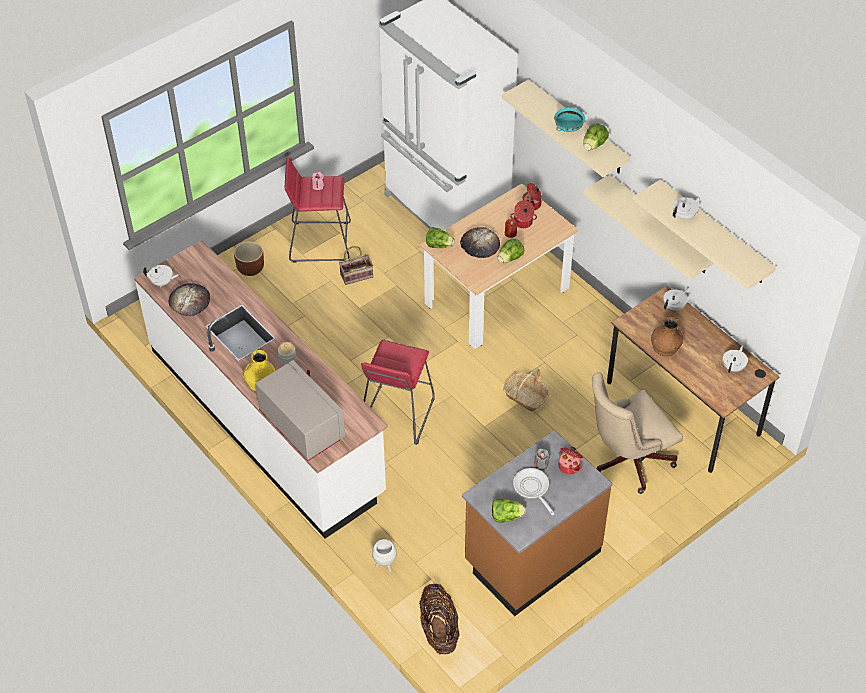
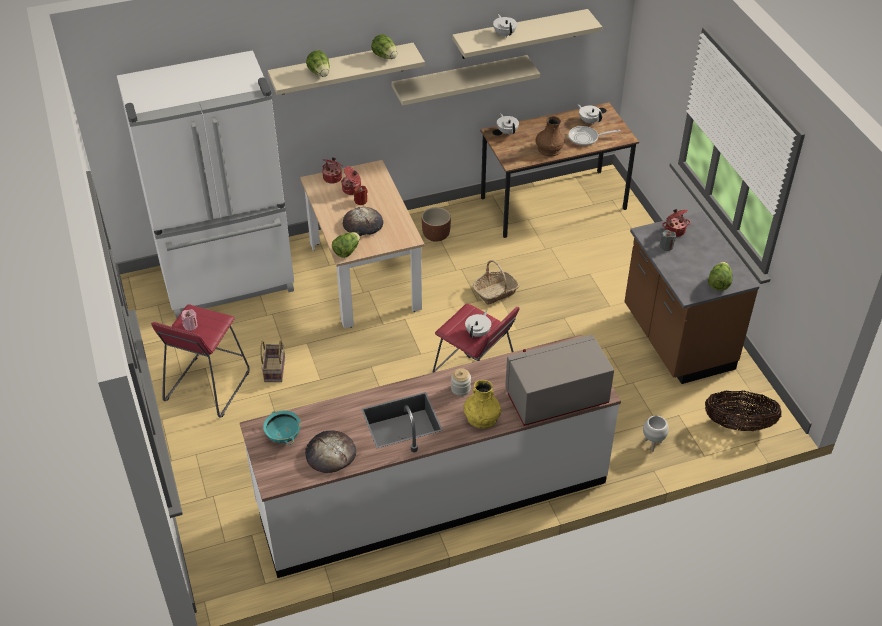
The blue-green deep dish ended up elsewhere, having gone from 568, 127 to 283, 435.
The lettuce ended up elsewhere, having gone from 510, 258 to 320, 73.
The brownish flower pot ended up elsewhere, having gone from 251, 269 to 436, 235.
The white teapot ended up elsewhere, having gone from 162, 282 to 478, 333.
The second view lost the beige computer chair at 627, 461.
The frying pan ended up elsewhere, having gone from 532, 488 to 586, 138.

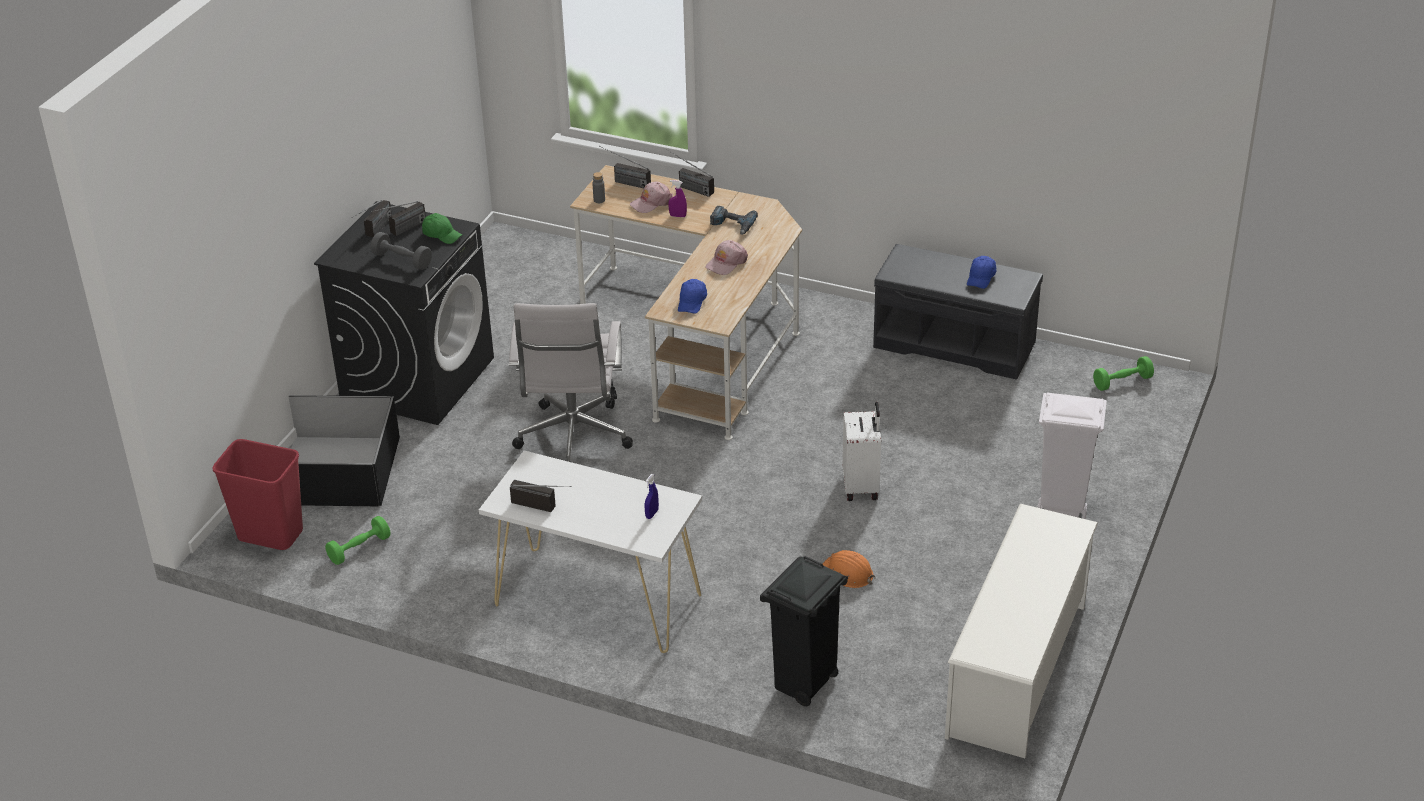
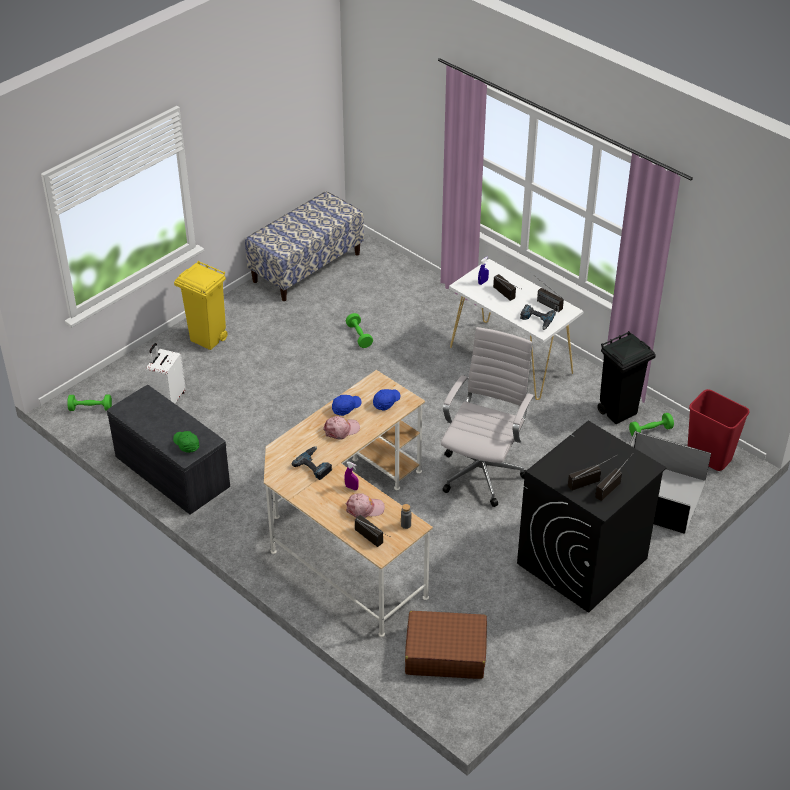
The radio ended up elsewhere, having gone from 687, 187 to 509, 296.
The green cap ended up elsewhere, having gone from 442, 235 to 186, 444.
The second view lost the gray free weight at 402, 260.
The blue cap ended up elsewhere, having gone from 981, 278 to 346, 407.
What was the white rubbish bin at 1061, 507 turned into the yellow-coloured rubbish bin at 208, 339.
The white travel case ended up elsewhere, having gone from 862, 486 to 168, 399.
Where the white shoe shelf stood at 1017, 670, the indoor bench came to stand at 306, 267.
Where the orange-coloured hard hat stood at 847, 573, the green free weight came to stand at 359, 336.
The black-coloured rubbish bin ended up elsewhere, having gone from 804, 685 to 618, 412.
The second view gained the electric drill at 536, 320.
The second view gained the brownish travel case at 445, 653.

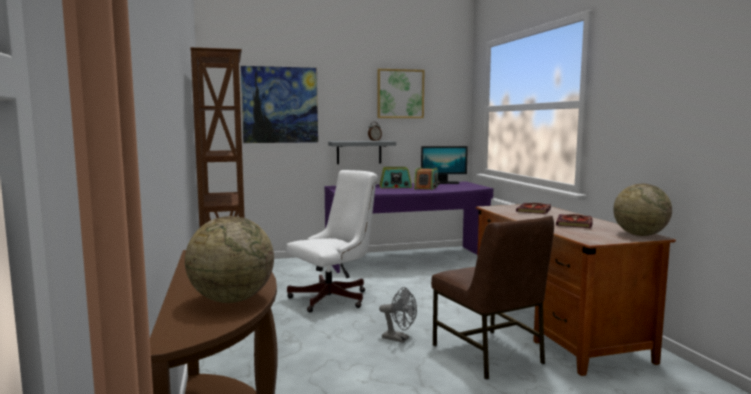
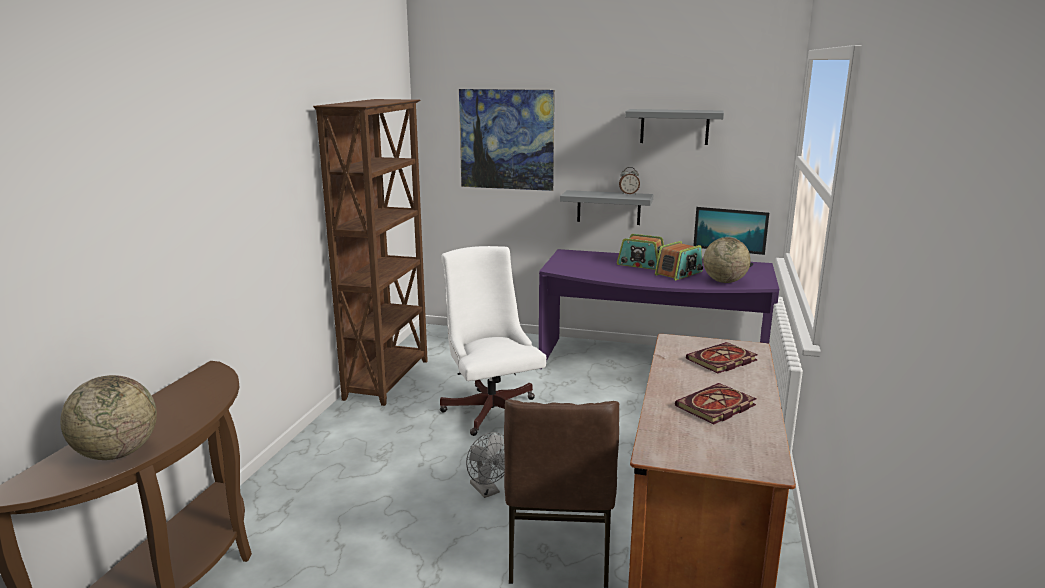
Where the wall picture hung at 400, 94, the gray wall shelf came to hang at 674, 126.
The white computer chair at 334, 298 ended up facing another way, 105 degrees counterclockwise from before.
The world globe ended up elsewhere, having gone from 640, 235 to 724, 281.

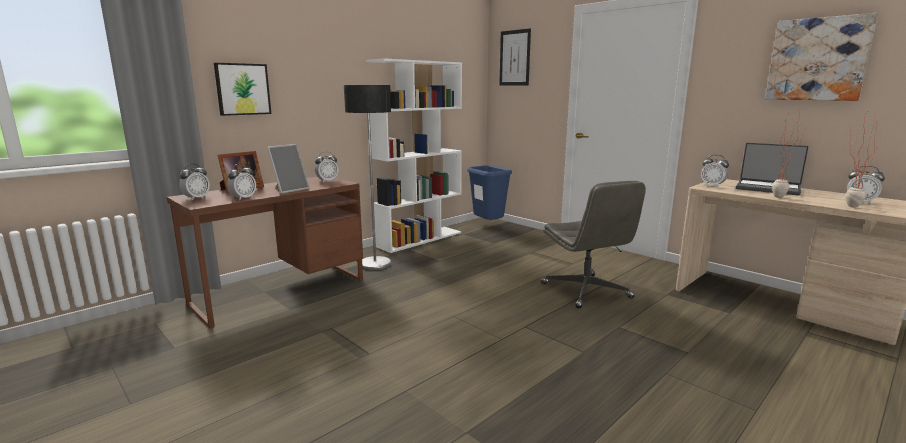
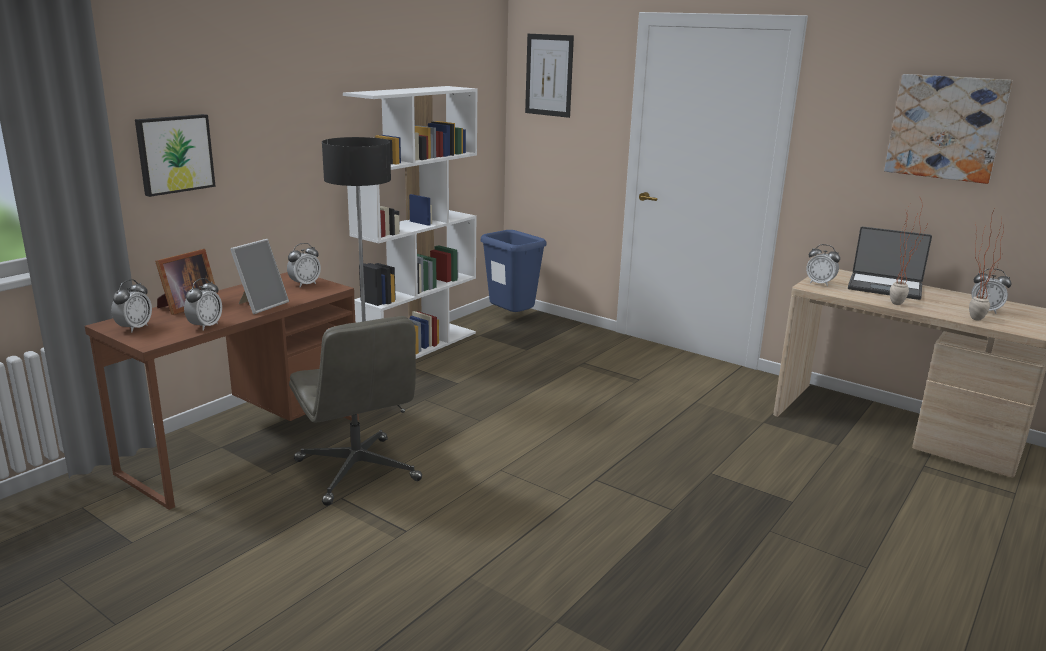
The gray computer chair ended up elsewhere, having gone from 586, 291 to 358, 471.

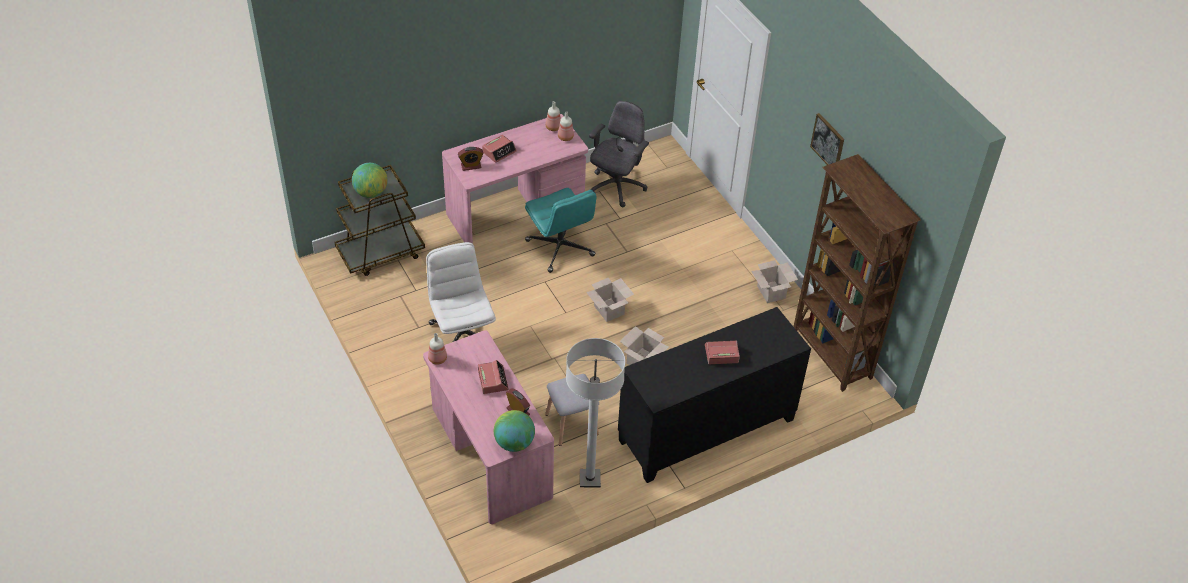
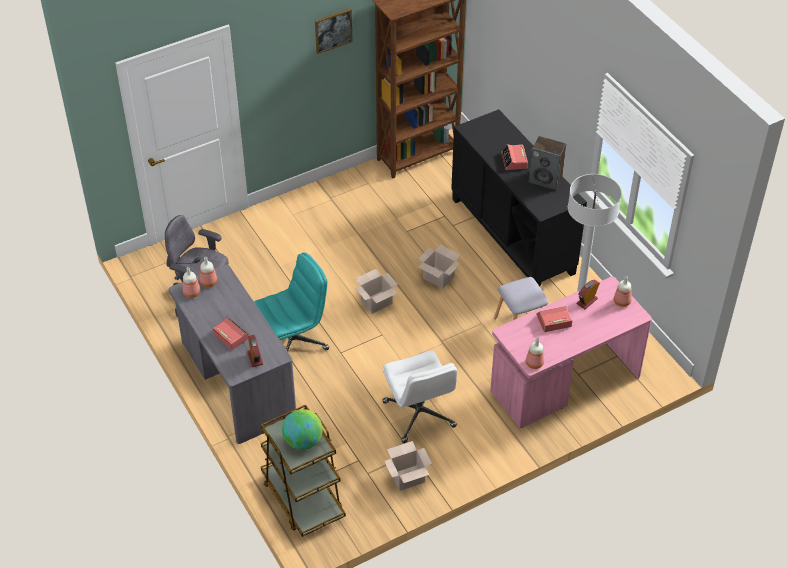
What was the pinkish desk table at 516, 211 turned into the gray desk table at 236, 382.
The white computer chair at 462, 335 ended up facing another way, 90 degrees counterclockwise from before.
The cardboard box ended up elsewhere, having gone from 772, 292 to 408, 477.
Where the world globe stood at 514, 443, the drink bottle came to stand at 622, 302.
The second view gained the audio speaker at 545, 179.

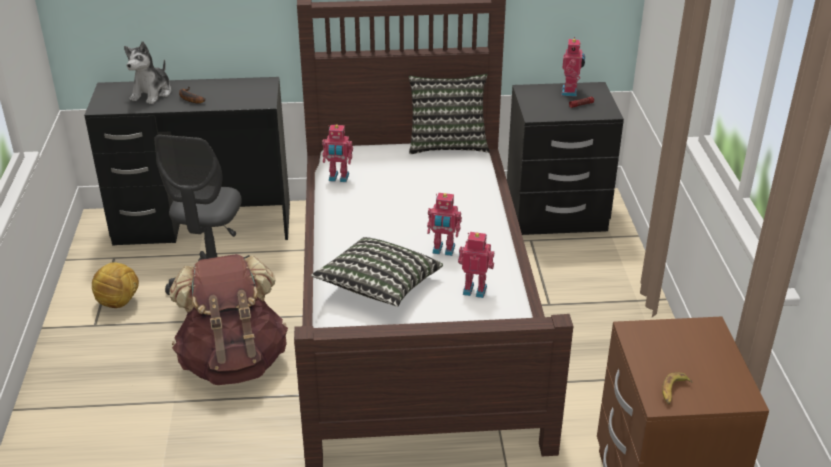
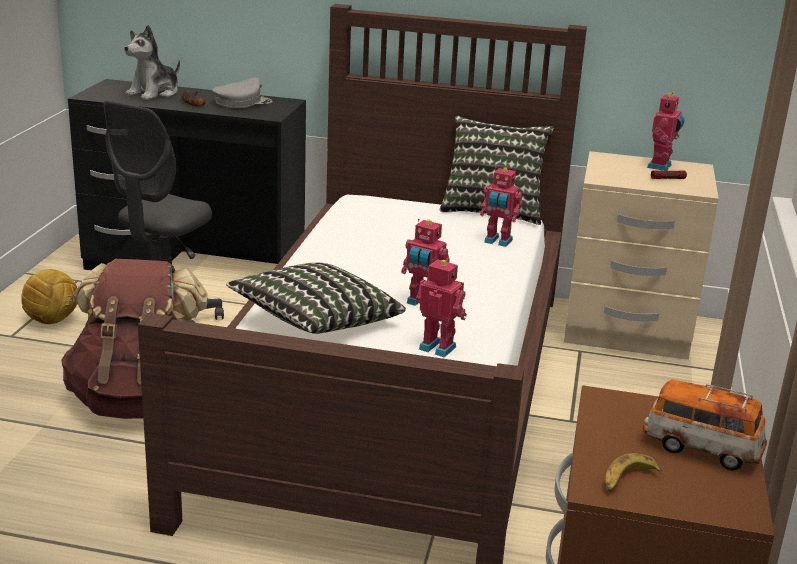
What was the black-coloured night table at 556, 214 turned into the beige night table at 626, 331.
The robot figure ended up elsewhere, having gone from 338, 178 to 497, 241.
The second view gained the gray cap at 242, 102.
The second view gained the model car at 701, 448.

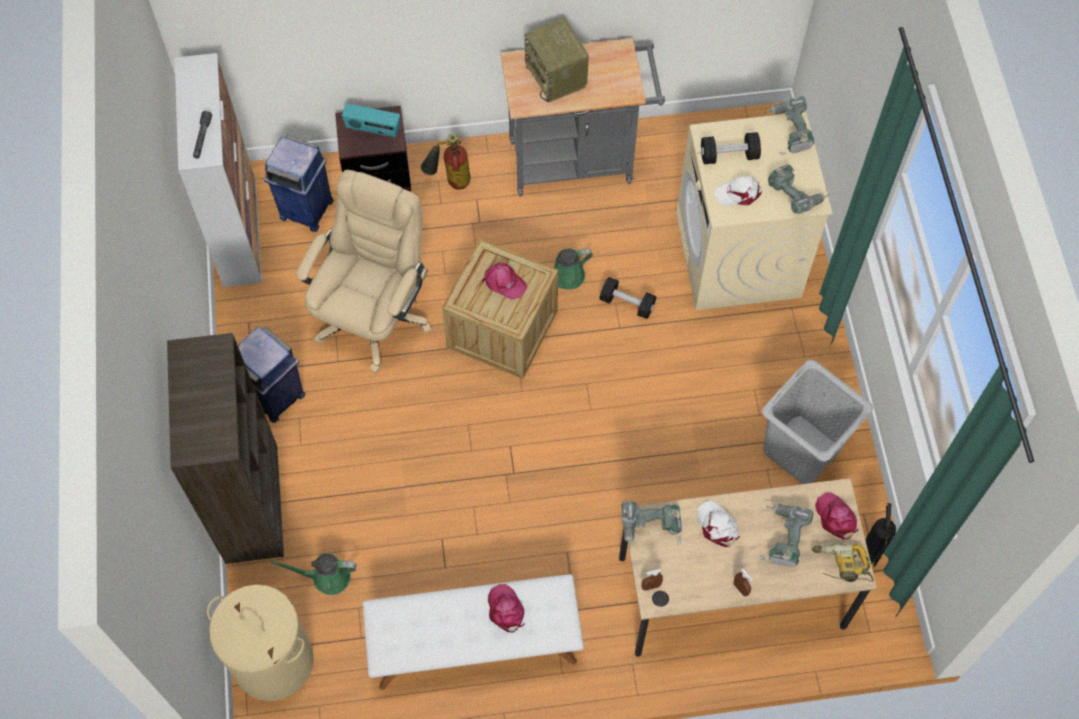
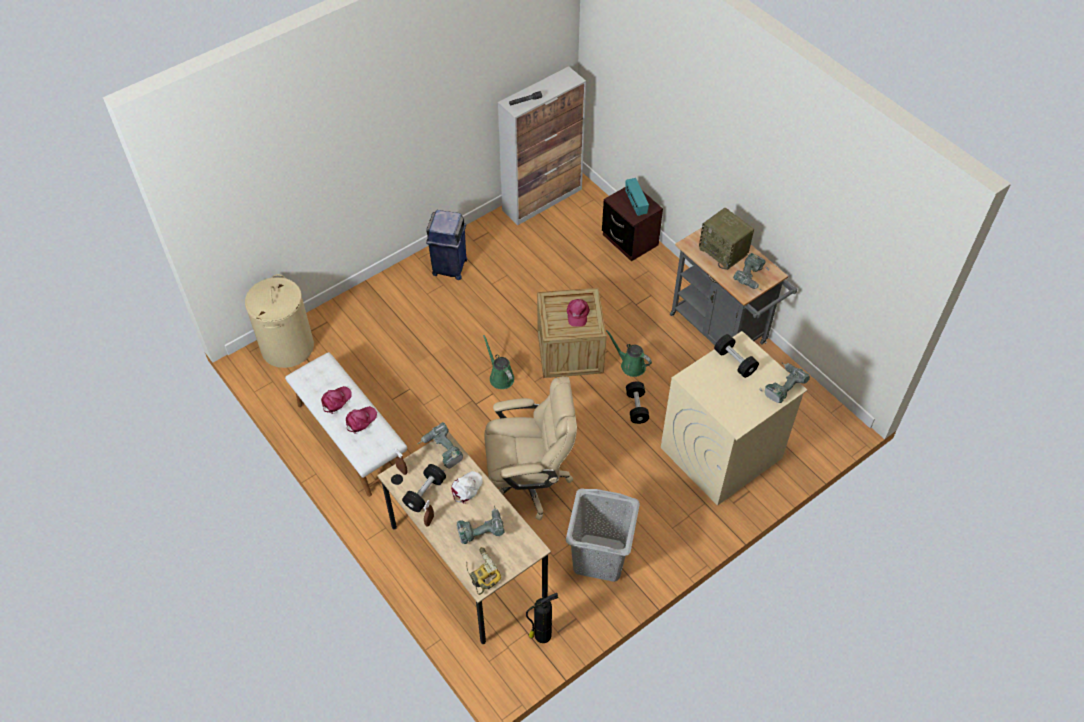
The radio at 557, 76 ended up facing another way, 75 degrees counterclockwise from before.
The second view lost the extinguisher at 449, 182.
The second view lost the blue rubbish bin at 306, 209.
The electric drill ended up elsewhere, having gone from 795, 195 to 751, 278.
The beige computer chair ended up elsewhere, having gone from 374, 316 to 528, 480.
The second view lost the white cap at 739, 193.
The second view lost the brownish bookshelf at 255, 513.
The pinkish cap ended up elsewhere, having gone from 836, 517 to 336, 400.
The green watering pot ended up elsewhere, having gone from 327, 577 to 500, 376.
The second view gained the black-coloured free weight at 425, 493.

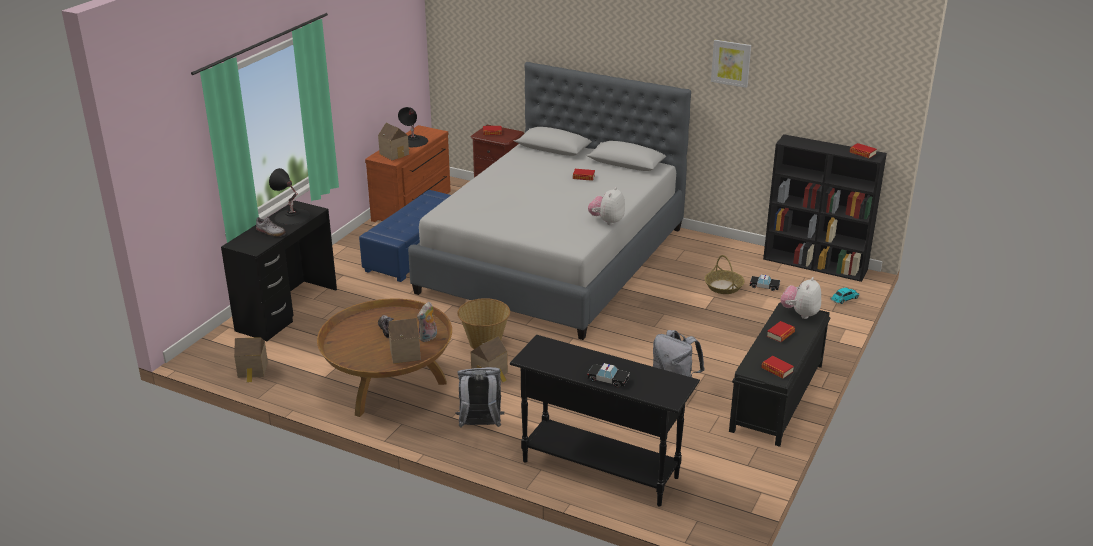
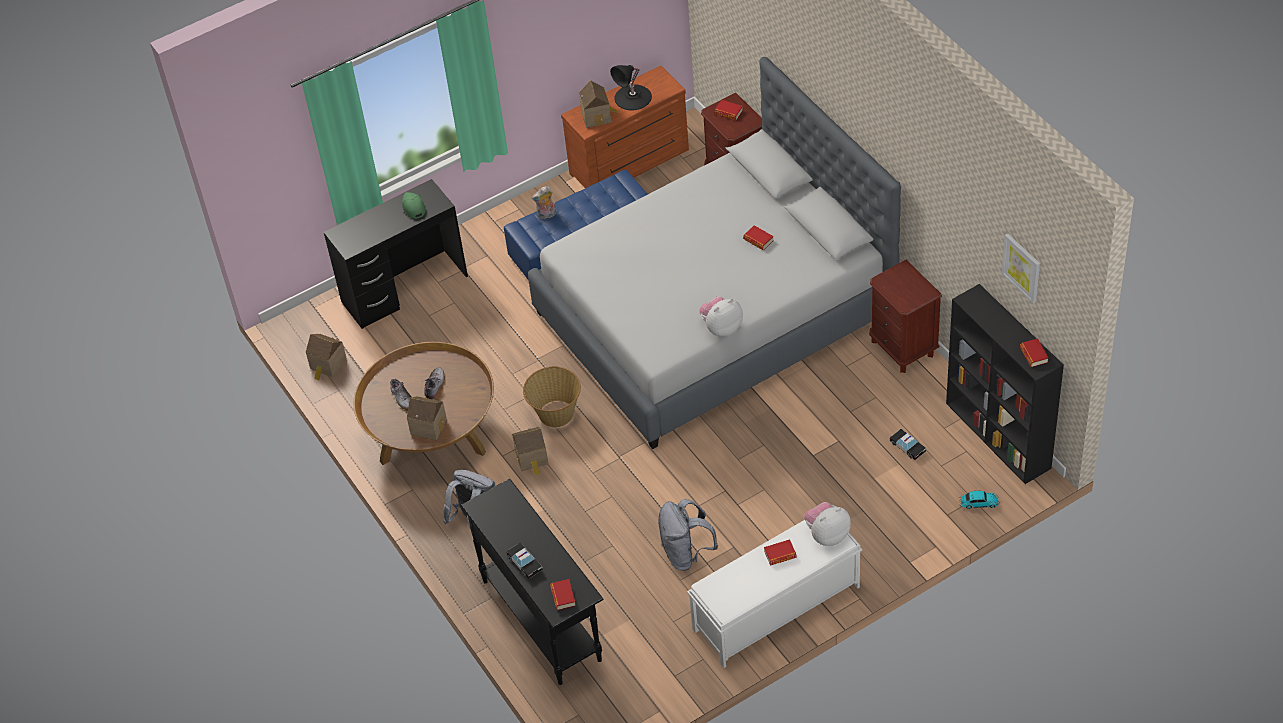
The wall picture ended up elsewhere, having gone from 731, 63 to 1022, 267.
Where the black-coloured tabletop lamp stood at 292, 216, the green cap came to stand at 413, 207.
The low shoe ended up elsewhere, having gone from 271, 232 to 402, 398.
The second view lost the basket at 724, 287.
The plush toy ended up elsewhere, having gone from 428, 338 to 546, 215.
What was the black-coloured indoor bench at 777, 398 turned into the white indoor bench at 775, 609.
The bound book ended up elsewhere, having gone from 777, 370 to 563, 596.
The second view gained the brownish night table at 902, 348.

